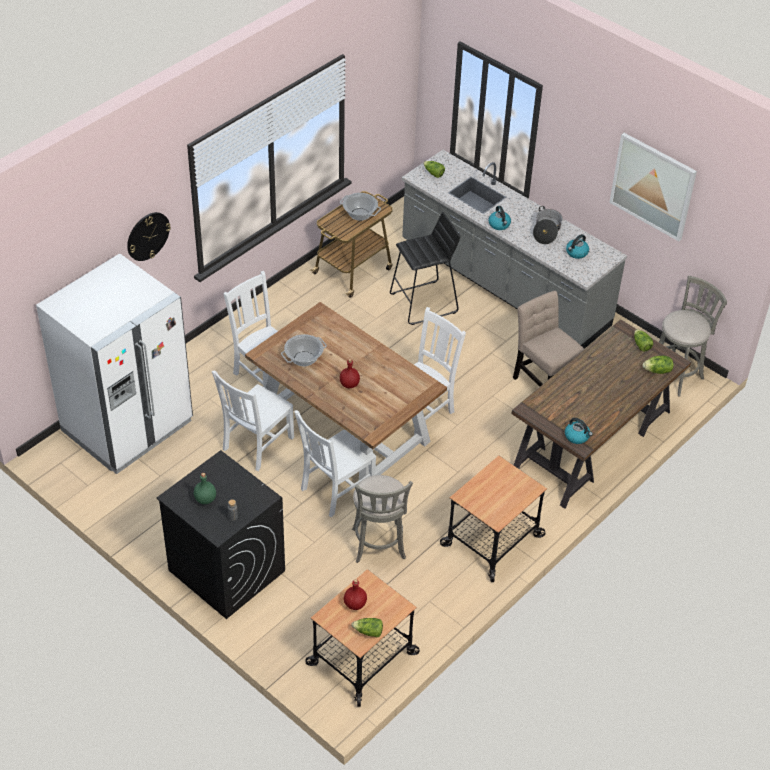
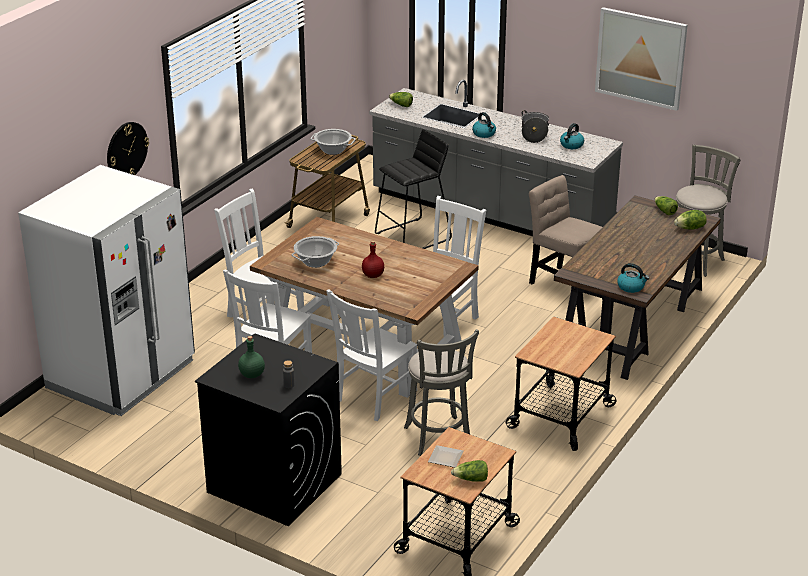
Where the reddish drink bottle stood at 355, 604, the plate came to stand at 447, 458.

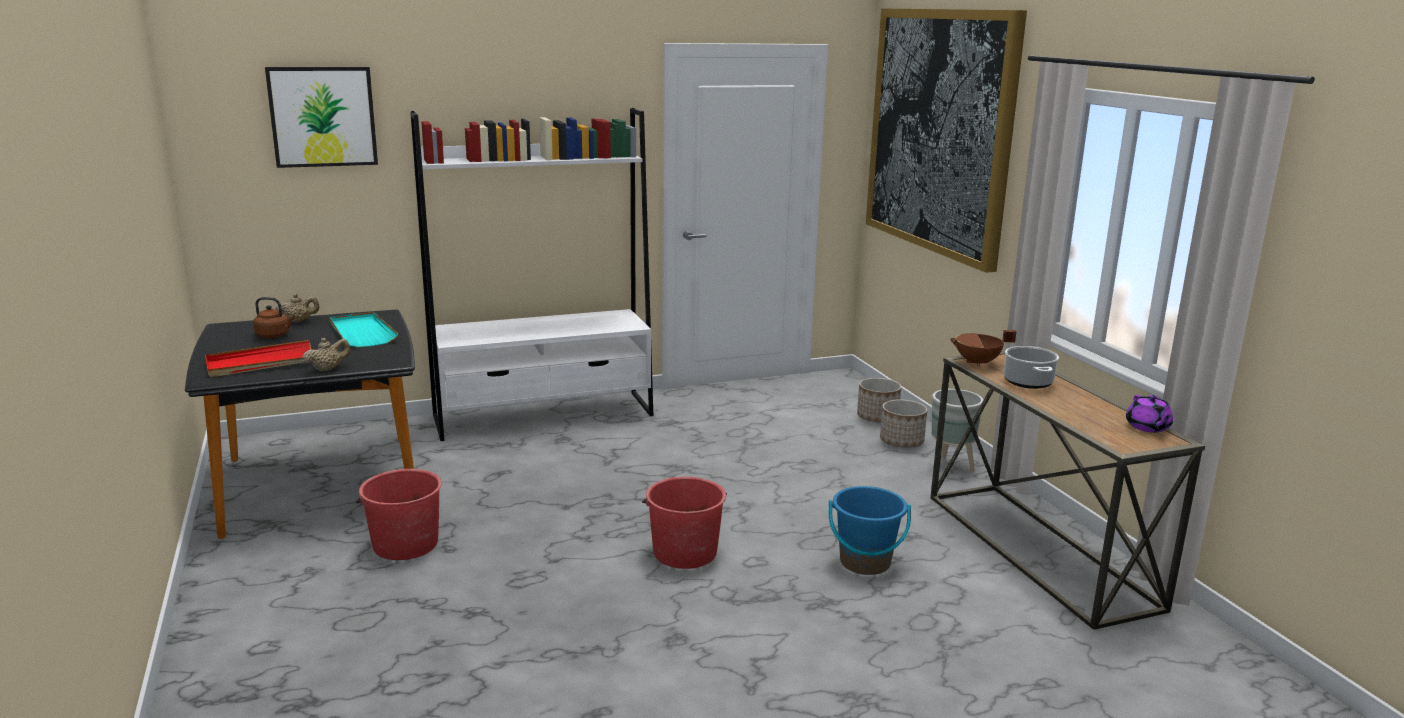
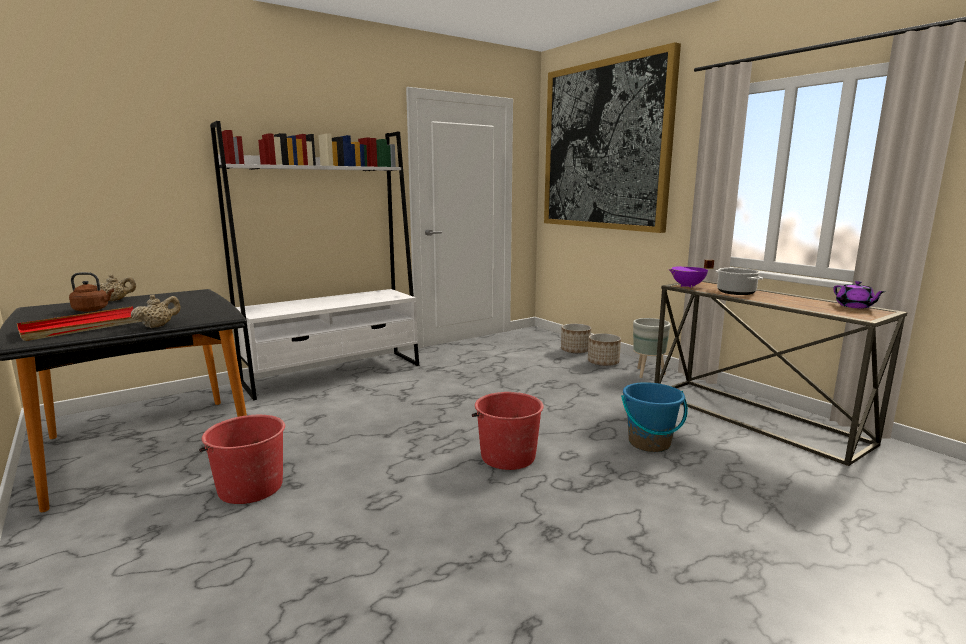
The second view lost the wall picture at 323, 116.
The second view lost the blue-green tray at 362, 333.
What was the brownish stockpot at 977, 363 turned into the purplish stockpot at 688, 286.

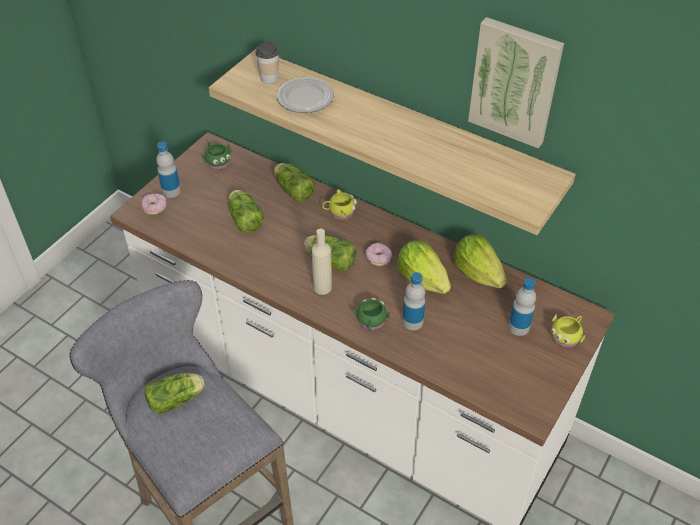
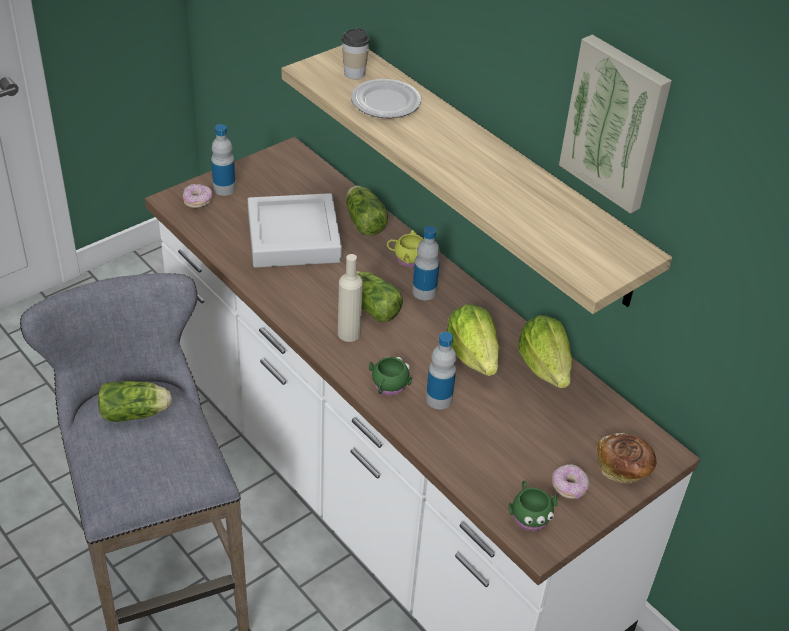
The green coffee mug ended up elsewhere, having gone from 217, 161 to 529, 514.
Where the lettuce stood at 245, 218, the gray tray came to stand at 293, 237.
The doughnut ended up elsewhere, having gone from 378, 258 to 569, 487.
The drink bottle ended up elsewhere, having gone from 518, 327 to 424, 292.
Where the yellow-coloured coffee mug stood at 566, 336, the bread came to stand at 624, 467.

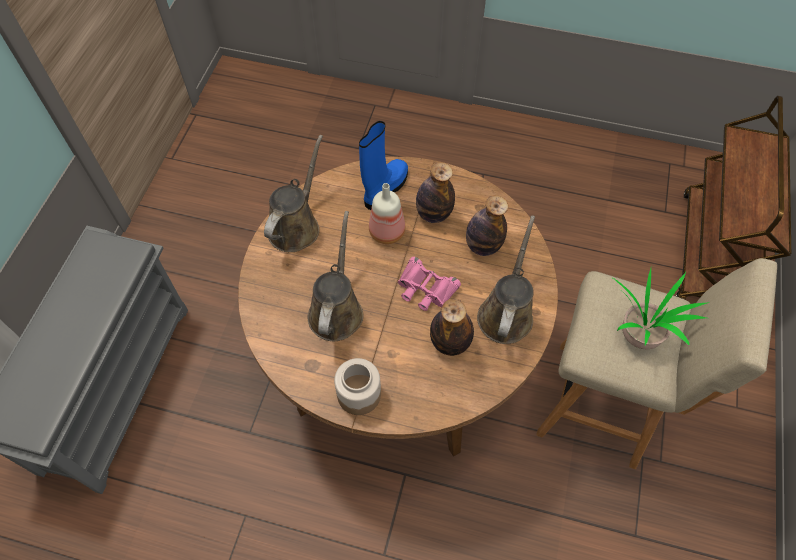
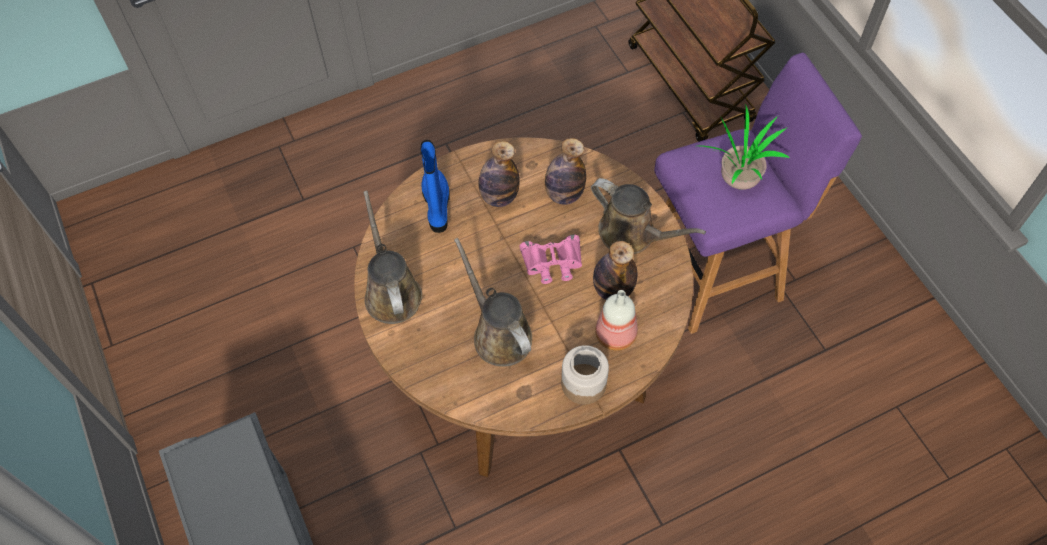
The drink bottle ended up elsewhere, having gone from 388, 232 to 617, 334.
The brownish watering pot at 506, 313 ended up facing another way, 150 degrees clockwise from before.
What was the beige sitting stool at 601, 405 turned into the purplish sitting stool at 717, 270.

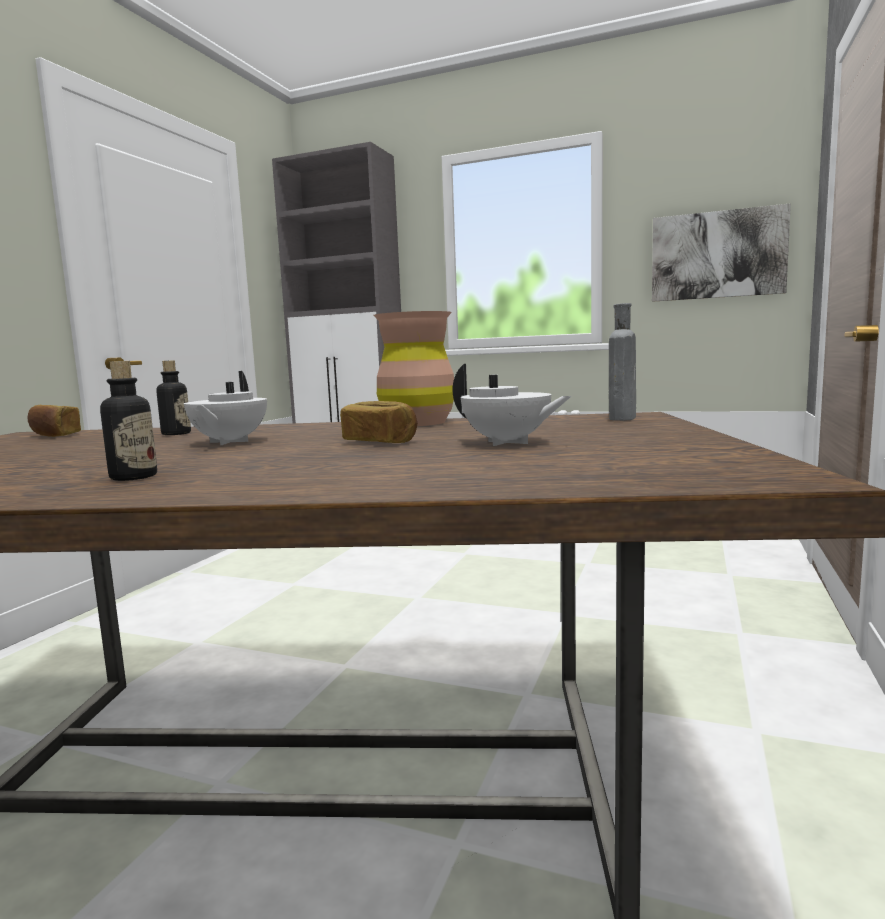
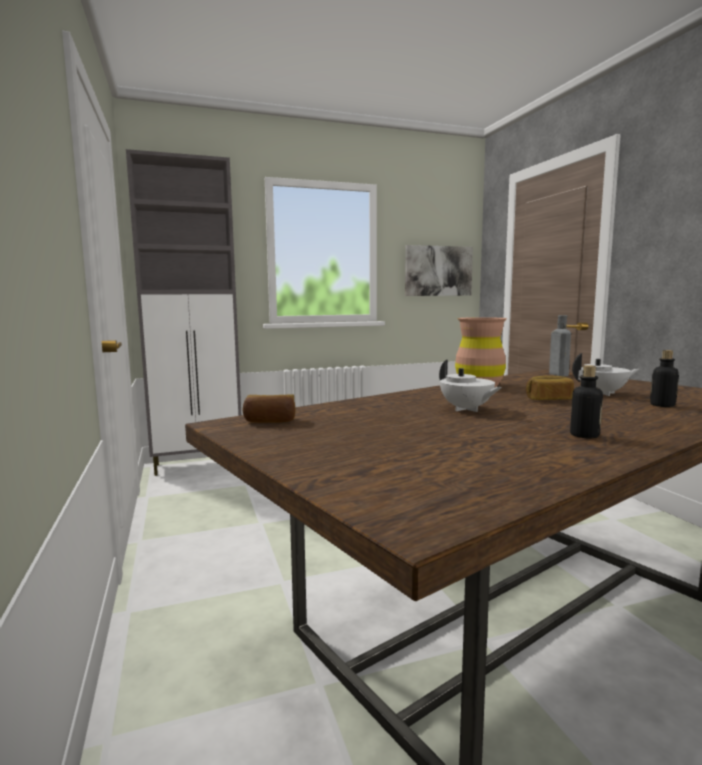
The drink bottle ended up elsewhere, having gone from 176, 434 to 662, 405.

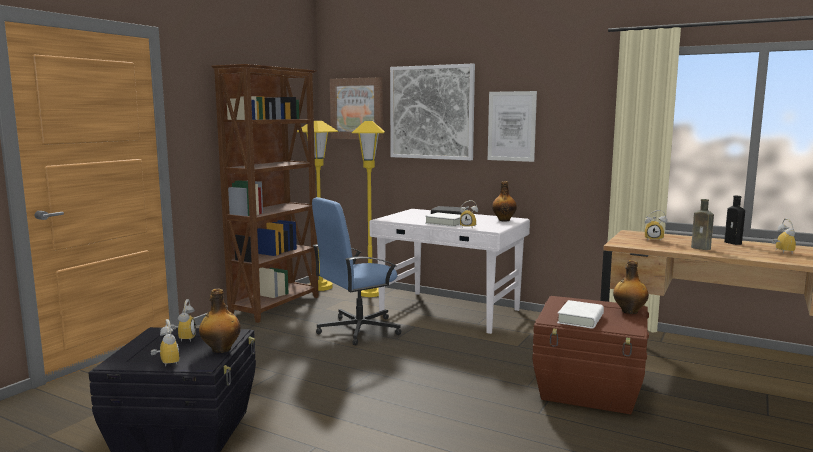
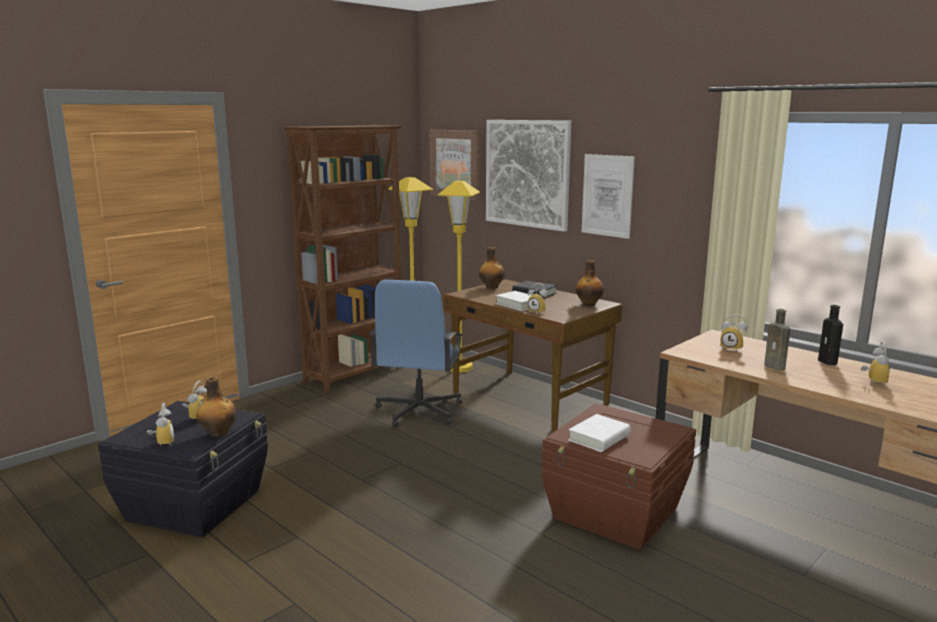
The blue computer chair at 357, 330 ended up facing another way, 60 degrees counterclockwise from before.
What was the white desk table at 450, 312 turned into the brownish desk table at 529, 399.
The drink bottle ended up elsewhere, having gone from 629, 311 to 491, 287.

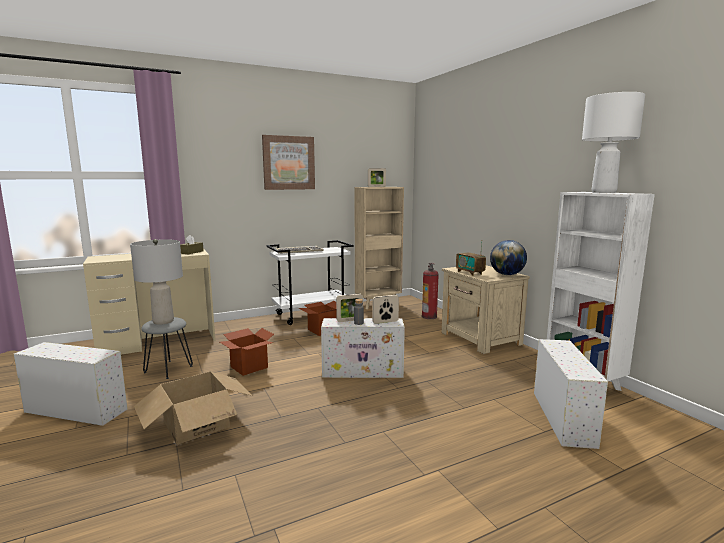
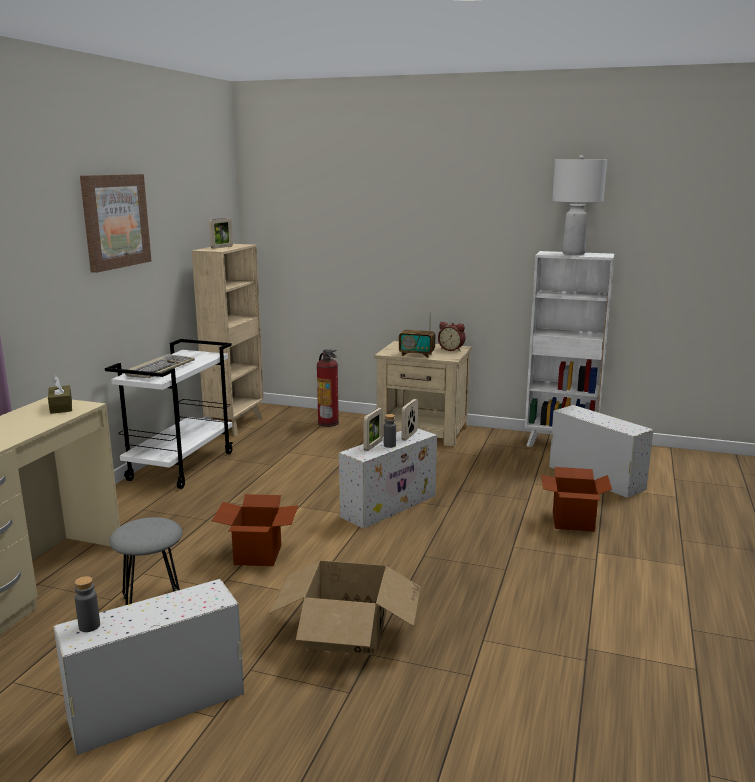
The second view lost the gray tabletop lamp at 163, 321.
Where the world globe stood at 507, 274, the bedside clock came to stand at 451, 349.
The cardboard box ended up elsewhere, having gone from 322, 330 to 573, 521.
The second view gained the gray drink bottle at 89, 626.

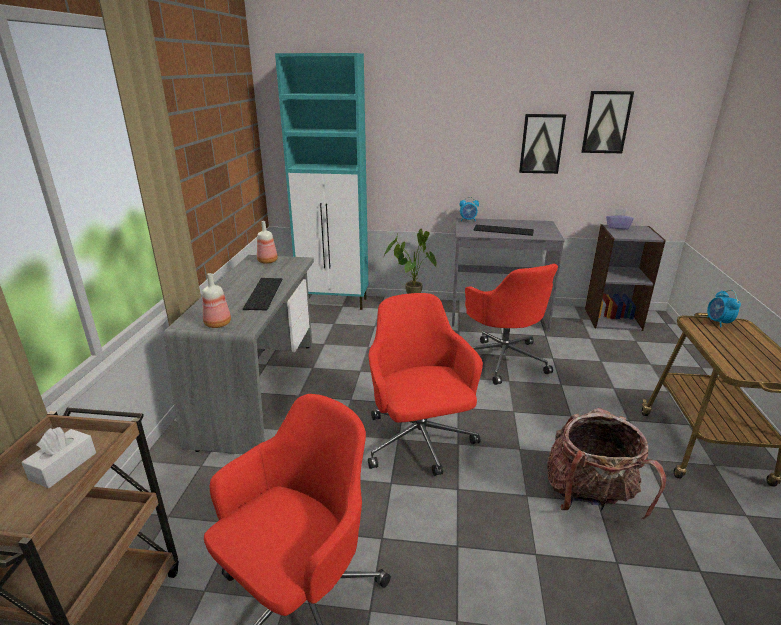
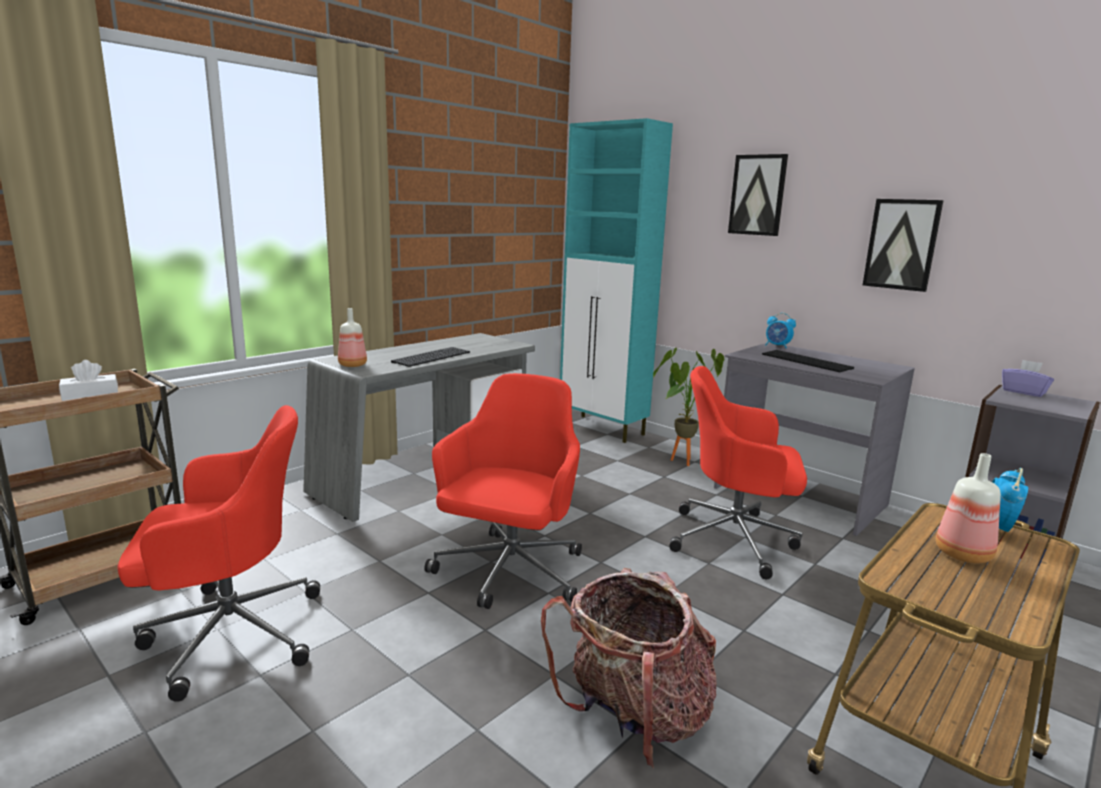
The wall picture ended up elsewhere, having gone from 606, 122 to 757, 195.
The drink bottle ended up elsewhere, having gone from 268, 261 to 964, 555.
The reddish computer chair at 503, 359 ended up facing another way, 90 degrees clockwise from before.

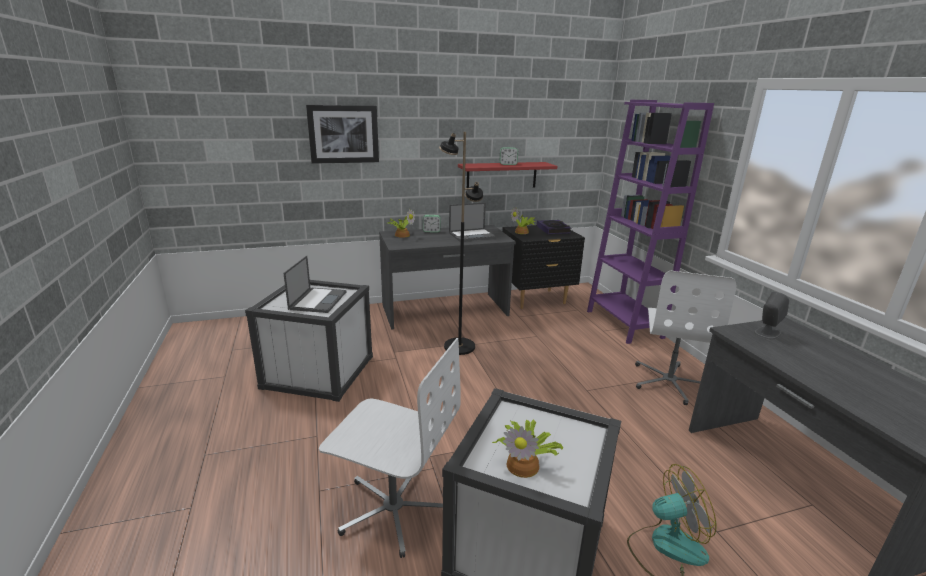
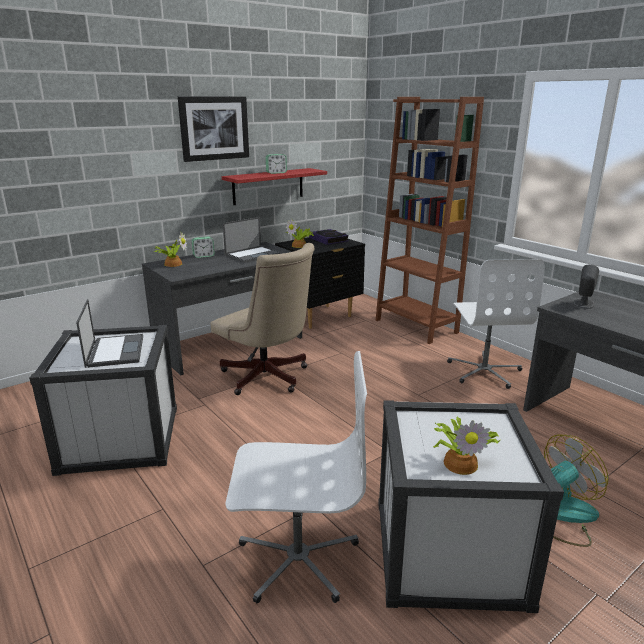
What was the purplish bookshelf at 624, 324 turned into the brownish bookshelf at 416, 326.
The wall picture ended up elsewhere, having gone from 343, 134 to 214, 128.
Where the black-coloured standard lamp stood at 459, 346, the beige computer chair came to stand at 268, 378.

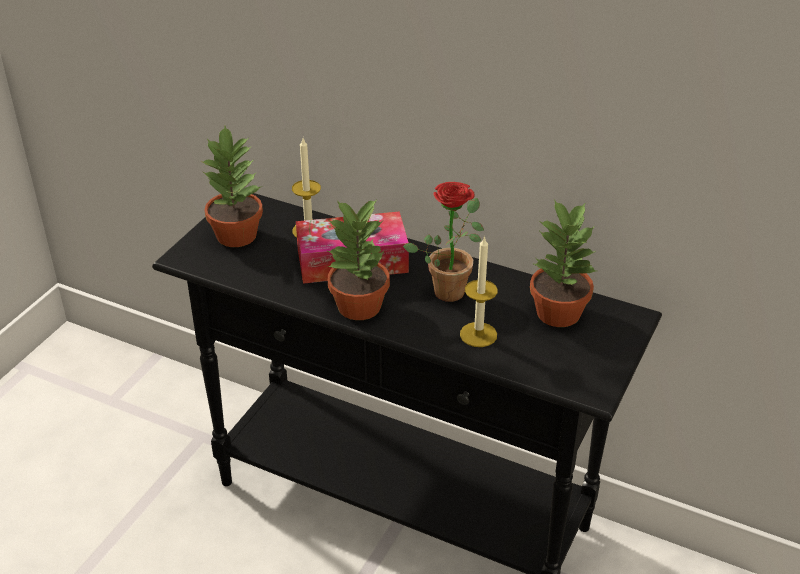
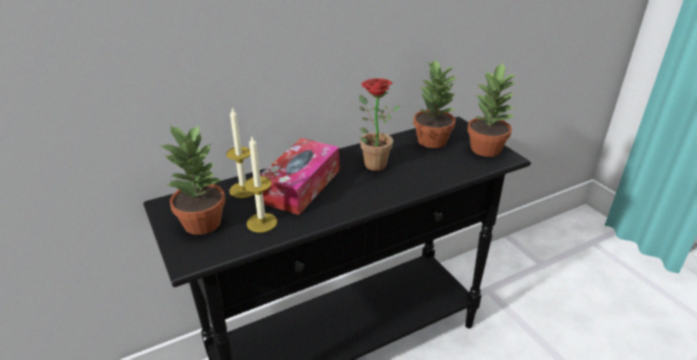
The potted plant ended up elsewhere, having gone from 360, 307 to 486, 149.
The wax candle ended up elsewhere, having gone from 478, 334 to 262, 222.

